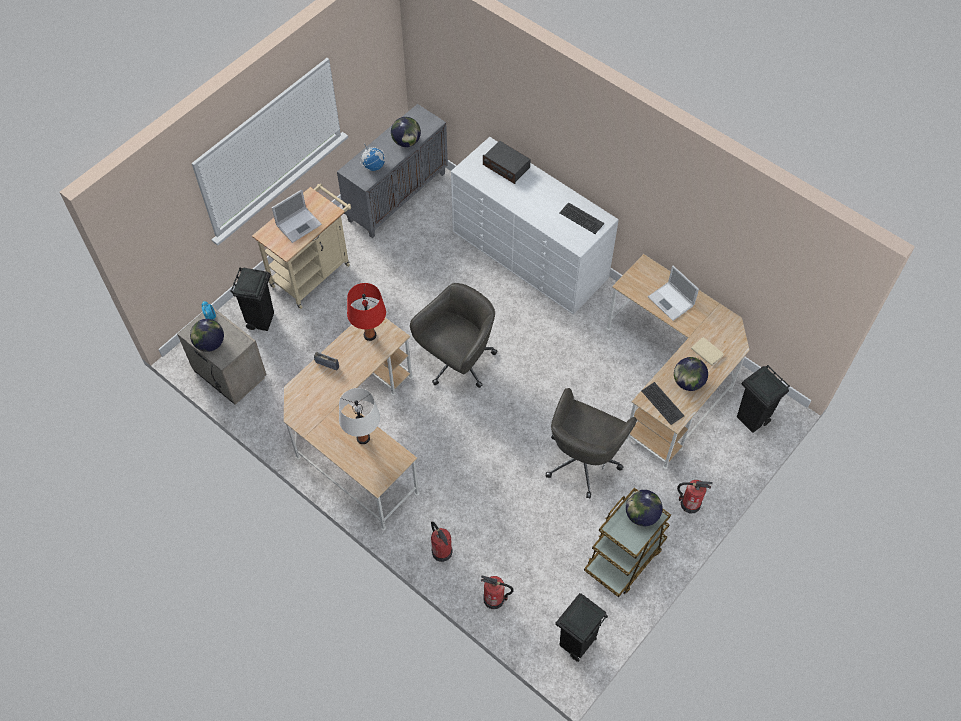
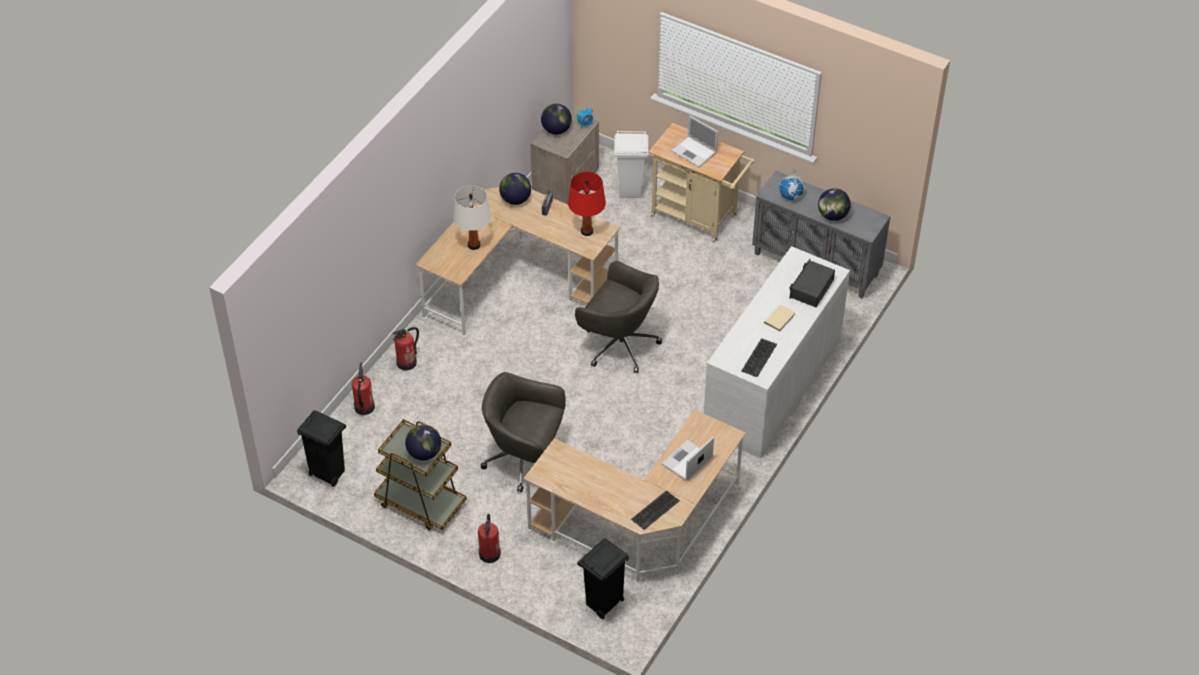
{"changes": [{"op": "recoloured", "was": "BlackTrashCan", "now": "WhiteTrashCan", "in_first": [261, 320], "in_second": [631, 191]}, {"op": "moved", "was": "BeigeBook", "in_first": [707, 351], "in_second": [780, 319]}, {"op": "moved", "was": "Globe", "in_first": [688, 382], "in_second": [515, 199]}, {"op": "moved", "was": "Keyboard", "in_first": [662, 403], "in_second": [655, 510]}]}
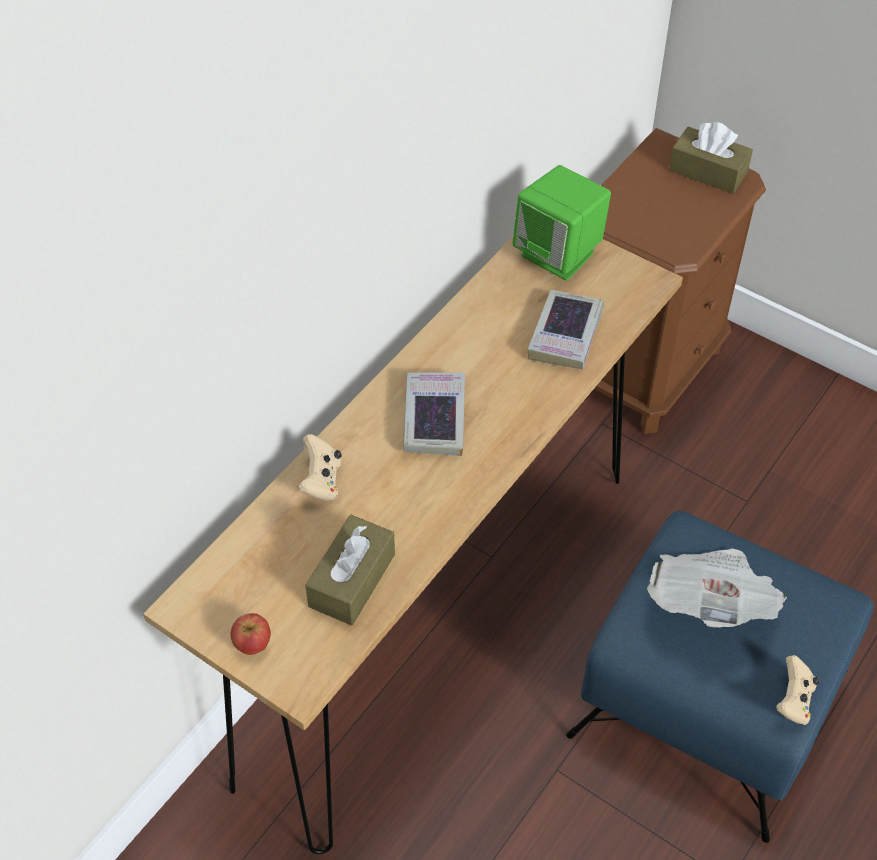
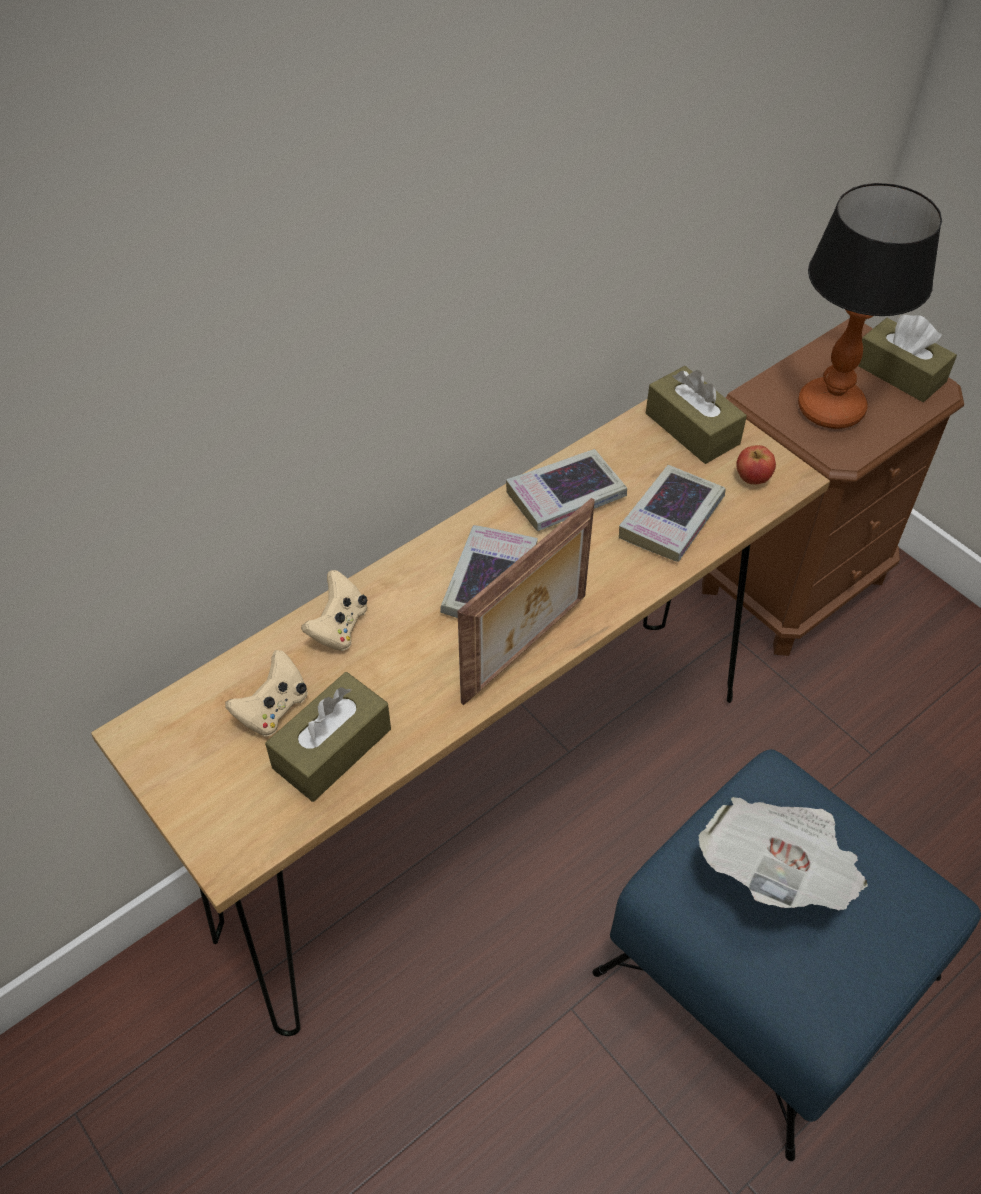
{"changes": [{"op": "replaced", "was": "GreenSpeaker", "now": "BrownTissueBox", "in_first": [559, 254], "in_second": [692, 428]}, {"op": "moved", "was": "Apple", "in_first": [253, 644], "in_second": [753, 478]}, {"op": "moved", "was": "BeigeGameController", "in_first": [793, 701], "in_second": [273, 709]}, {"op": "added", "now": "TableLamp", "in_second": [829, 408]}, {"op": "added", "now": "Book", "in_second": [565, 496]}, {"op": "added", "now": "PictureFrame", "in_second": [527, 649]}]}
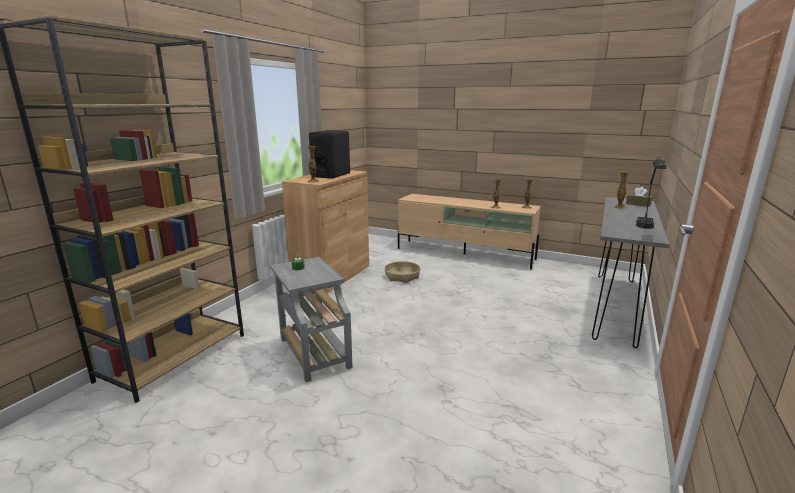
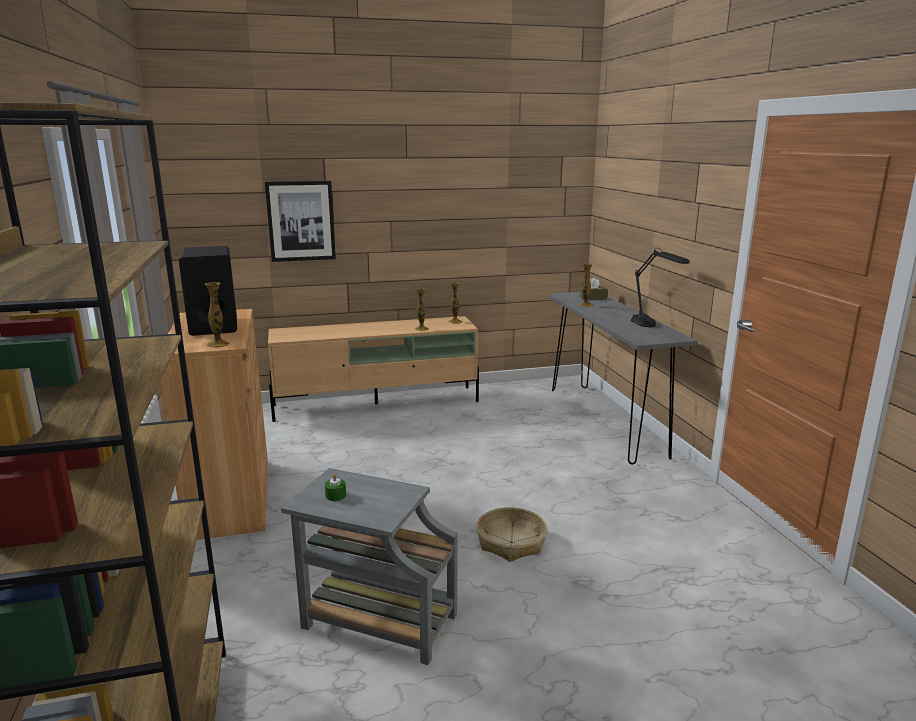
{"changes": [{"op": "moved", "was": "Basket", "in_first": [402, 276], "in_second": [511, 542]}, {"op": "added", "now": "Picture", "in_second": [301, 221]}]}
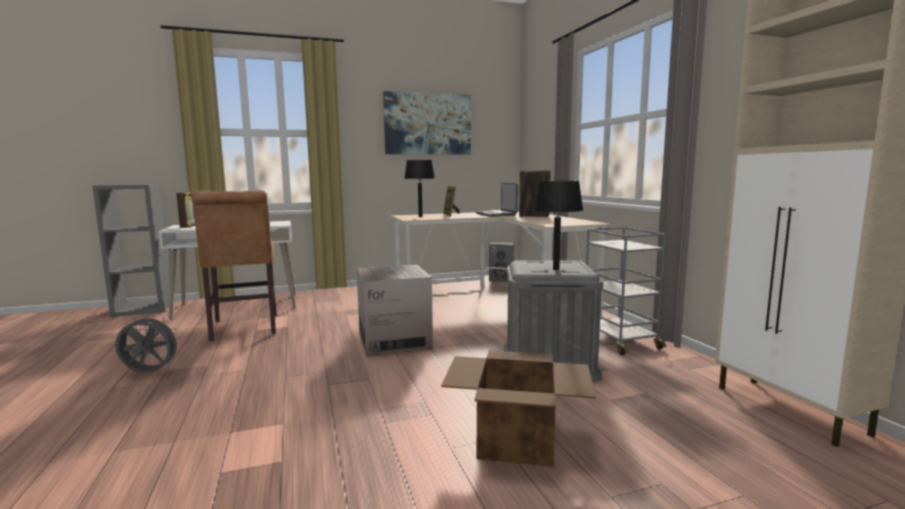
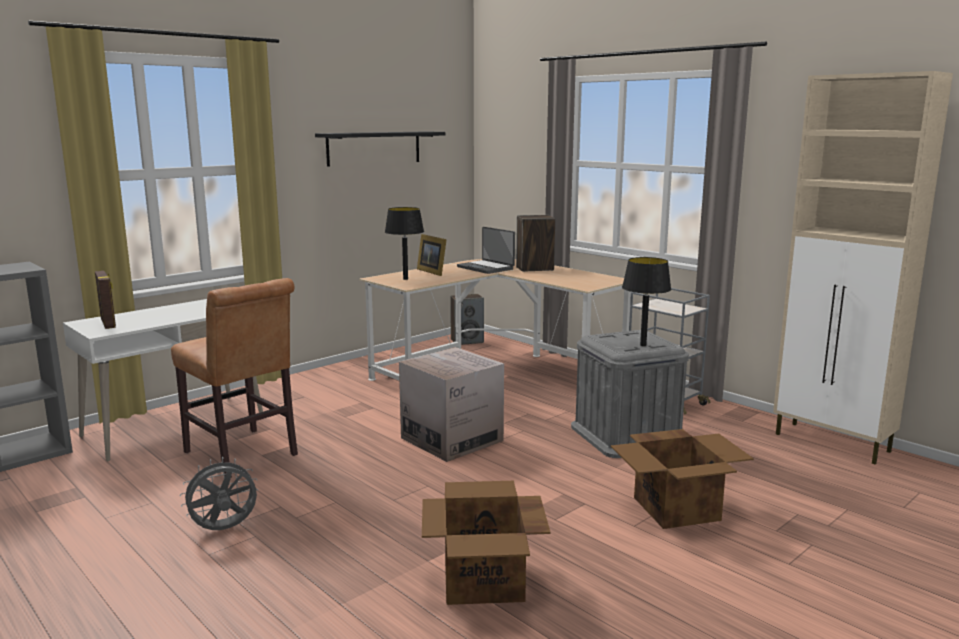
{"changes": [{"op": "replaced", "was": "Picture", "now": "BlackShelf", "in_first": [428, 124], "in_second": [374, 148]}, {"op": "added", "now": "CardboardBox", "in_second": [483, 581]}]}
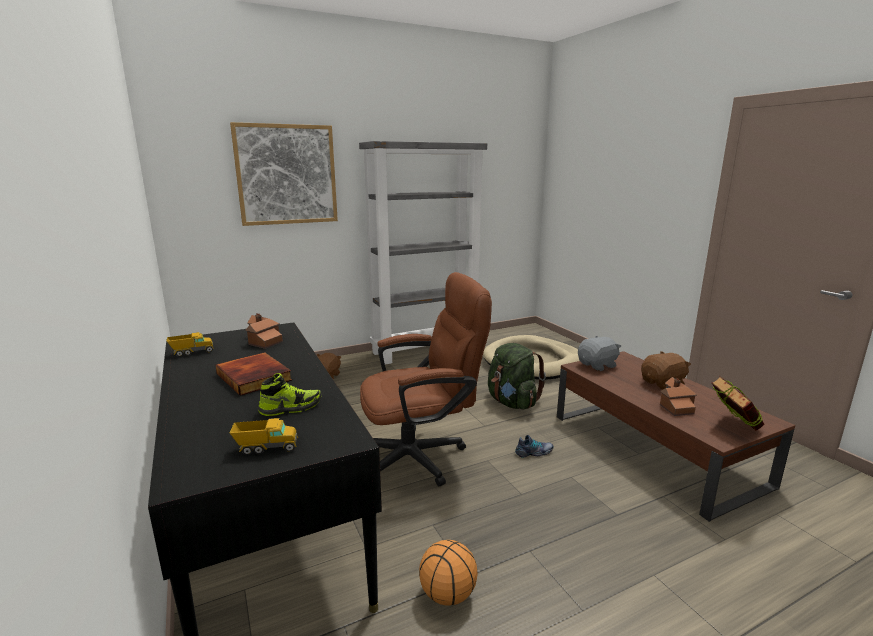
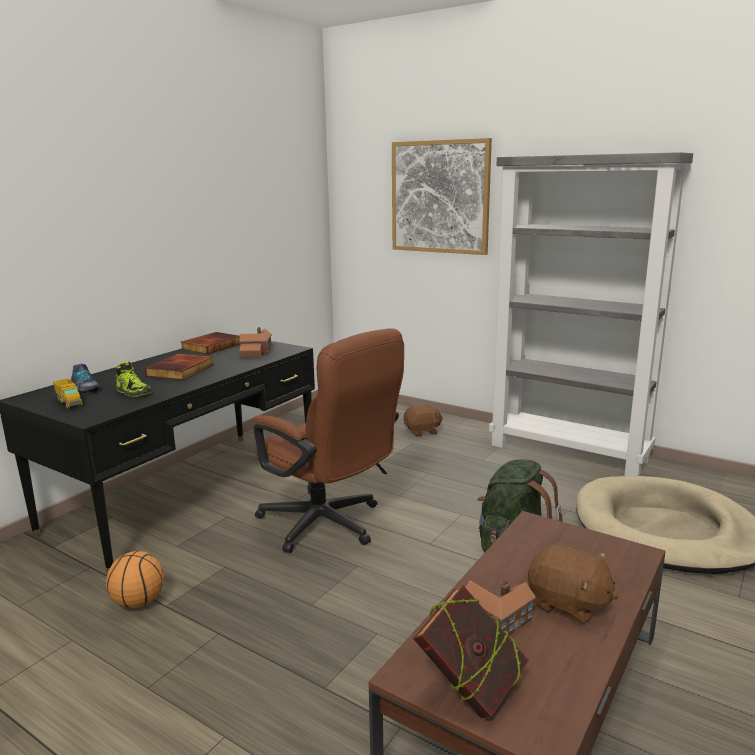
{"changes": [{"op": "replaced", "was": "ToyTruck", "now": "Book", "in_first": [192, 353], "in_second": [211, 346]}, {"op": "removed", "was": "GreyPlushToy", "in_first": [597, 365]}, {"op": "moved", "was": "Shoe", "in_first": [534, 452], "in_second": [85, 388]}]}
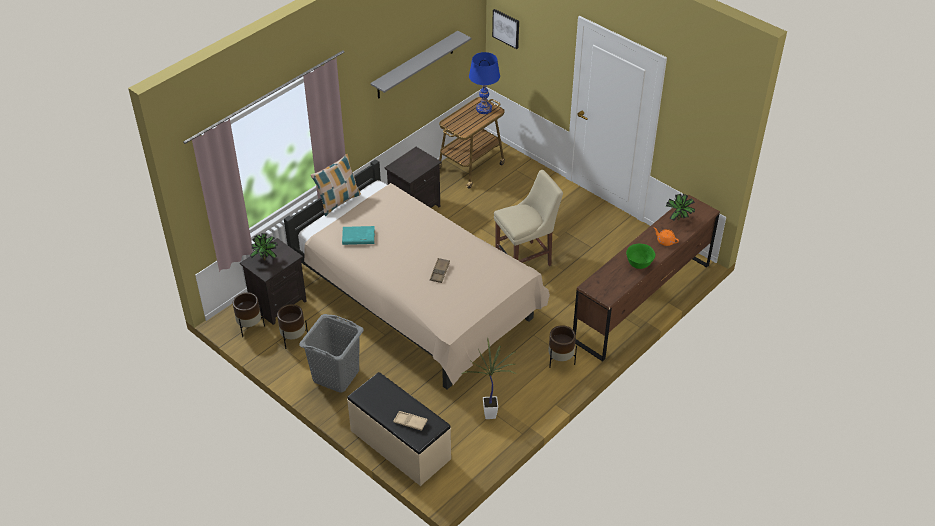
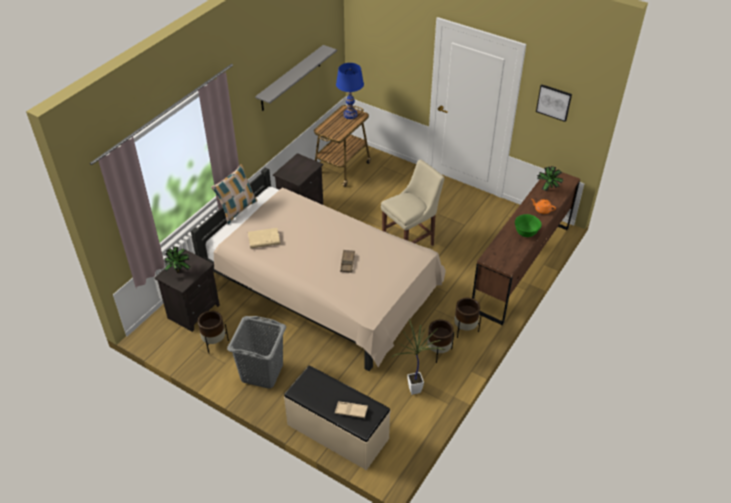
{"changes": [{"op": "moved", "was": "Picture", "in_first": [506, 28], "in_second": [554, 102]}, {"op": "recoloured", "was": "TurquoiseBook", "now": "BeigeBook", "in_first": [358, 237], "in_second": [263, 240]}, {"op": "moved", "was": "BrownPlanter", "in_first": [250, 327], "in_second": [438, 352]}]}
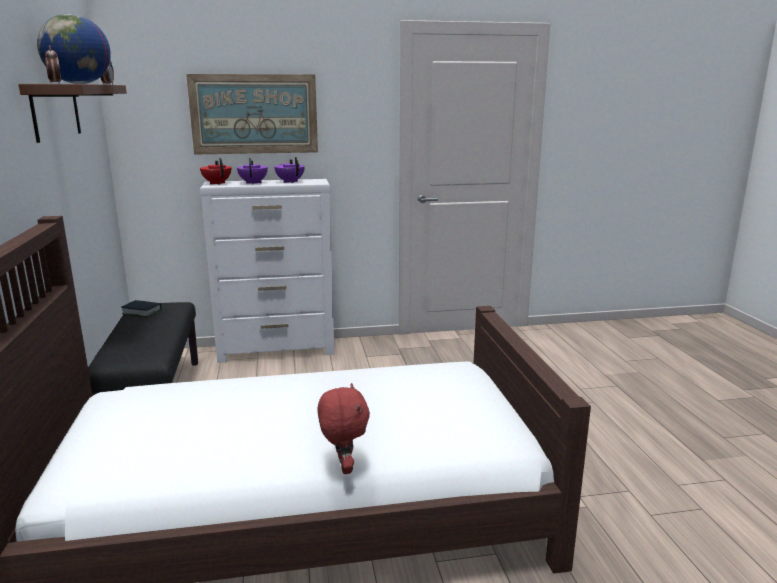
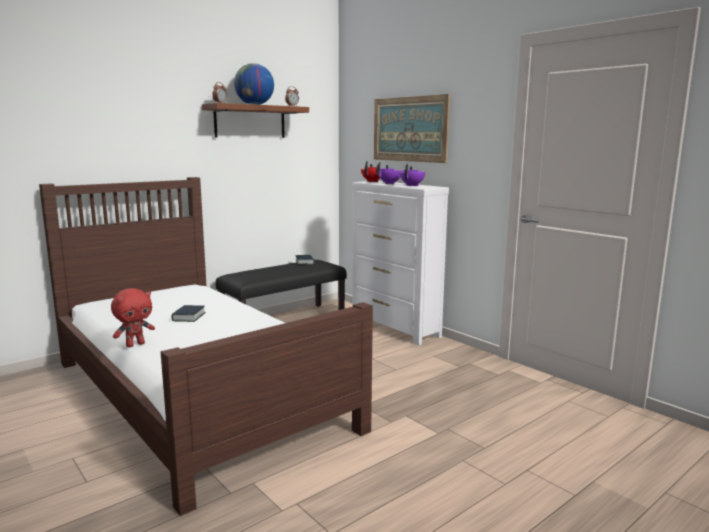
{"changes": [{"op": "added", "now": "Book", "in_second": [189, 317]}]}
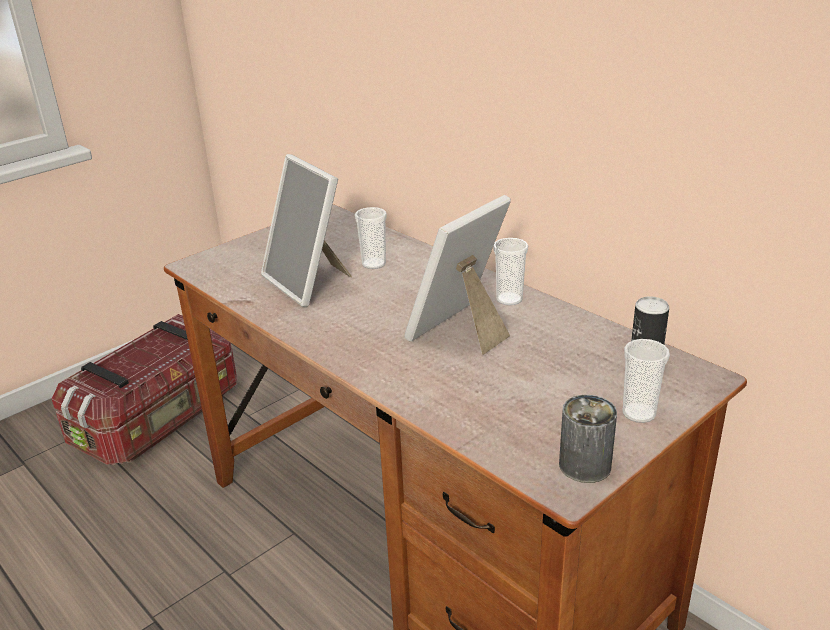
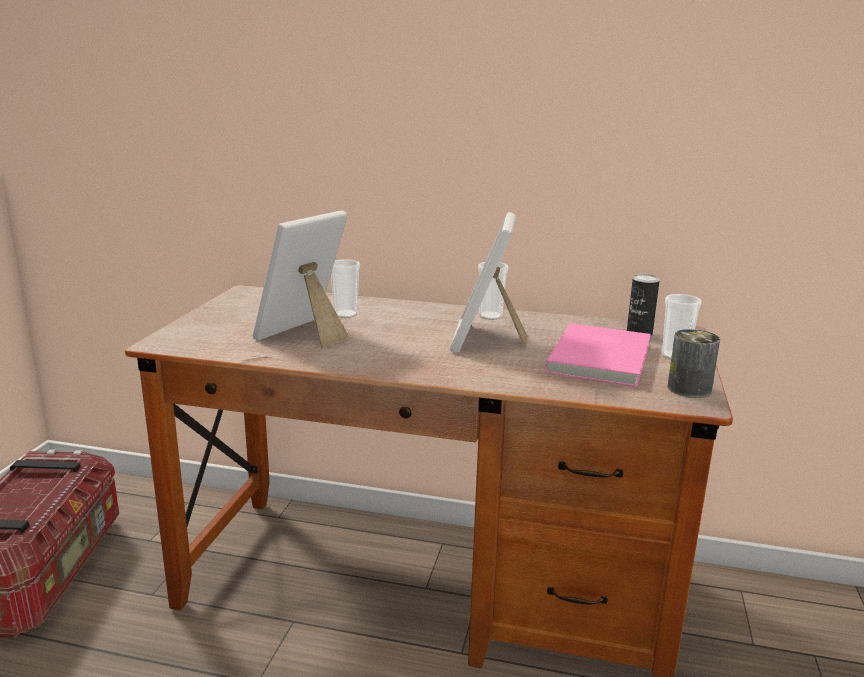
{"changes": [{"op": "turned", "was": "PictureFrame", "in_first": [309, 283], "in_second": [306, 335], "clockwise": 105}, {"op": "added", "now": "PinkBook", "in_second": [603, 358]}]}
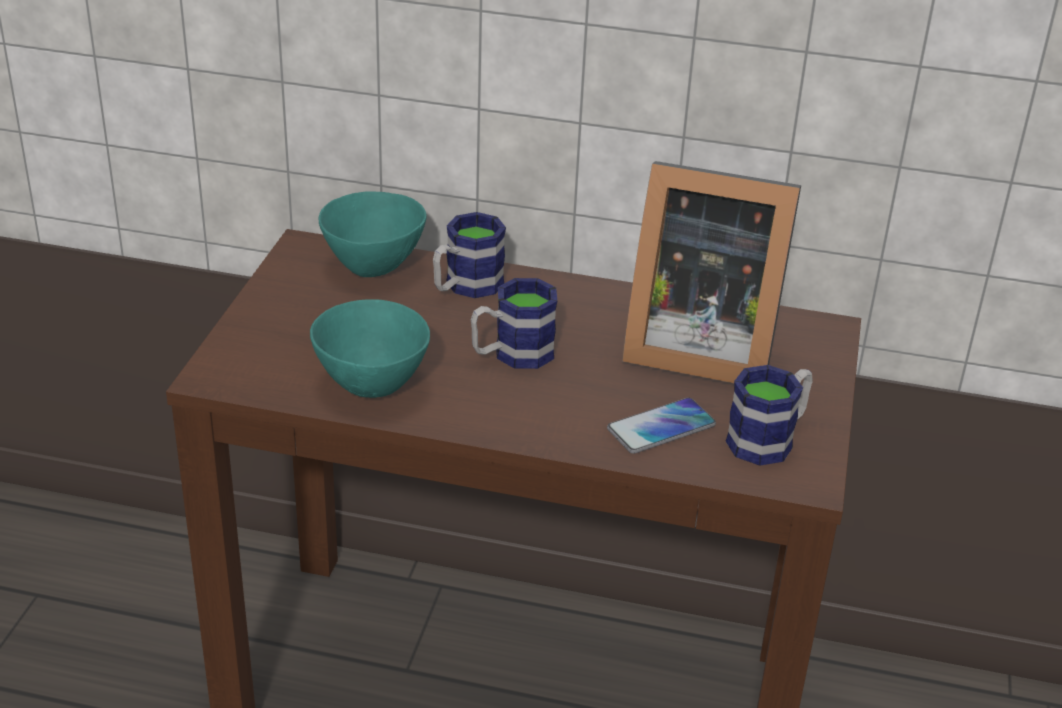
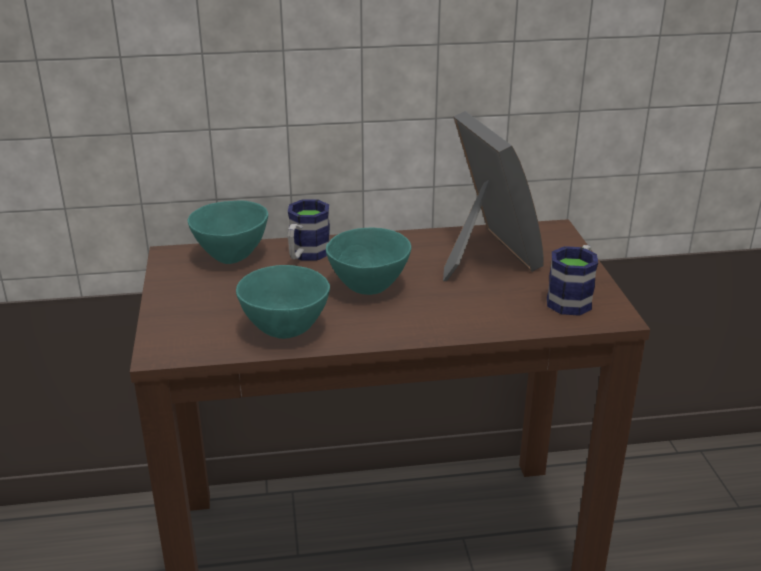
{"changes": [{"op": "turned", "was": "PictureFrame", "in_first": [697, 346], "in_second": [484, 256], "clockwise": -105}, {"op": "replaced", "was": "Mug", "now": "TurquoiseBowl", "in_first": [512, 354], "in_second": [369, 288]}, {"op": "removed", "was": "Phone", "in_first": [661, 427]}]}
